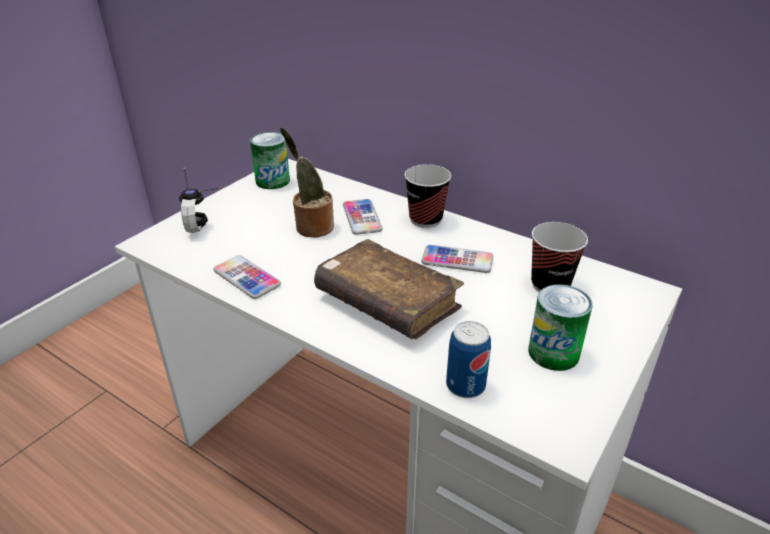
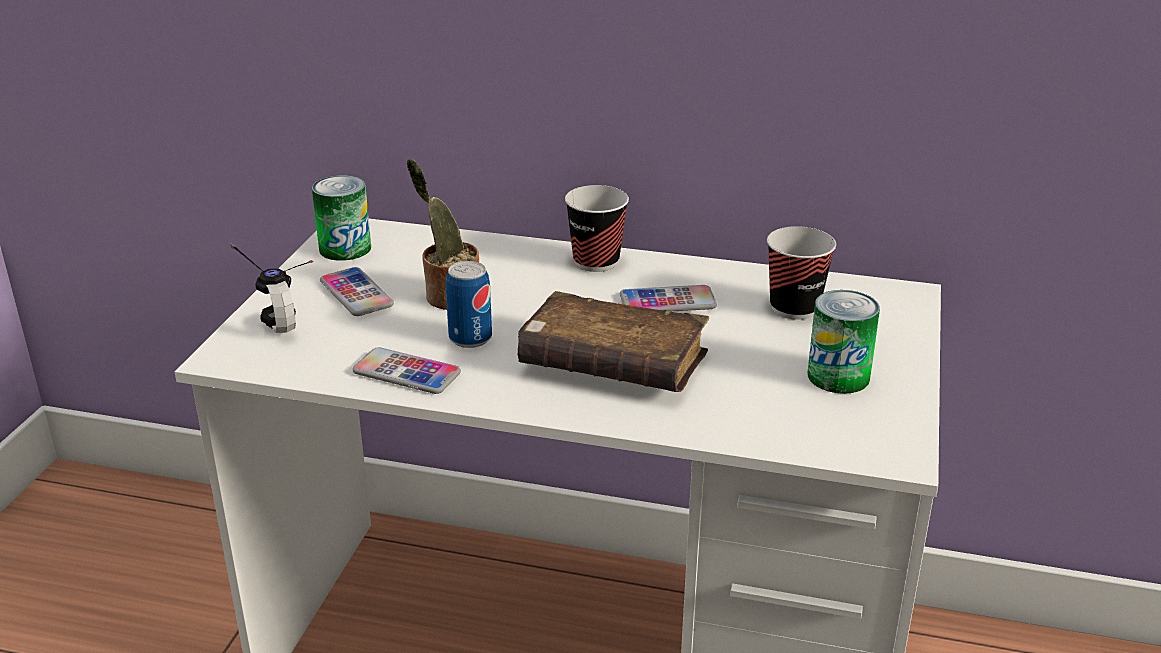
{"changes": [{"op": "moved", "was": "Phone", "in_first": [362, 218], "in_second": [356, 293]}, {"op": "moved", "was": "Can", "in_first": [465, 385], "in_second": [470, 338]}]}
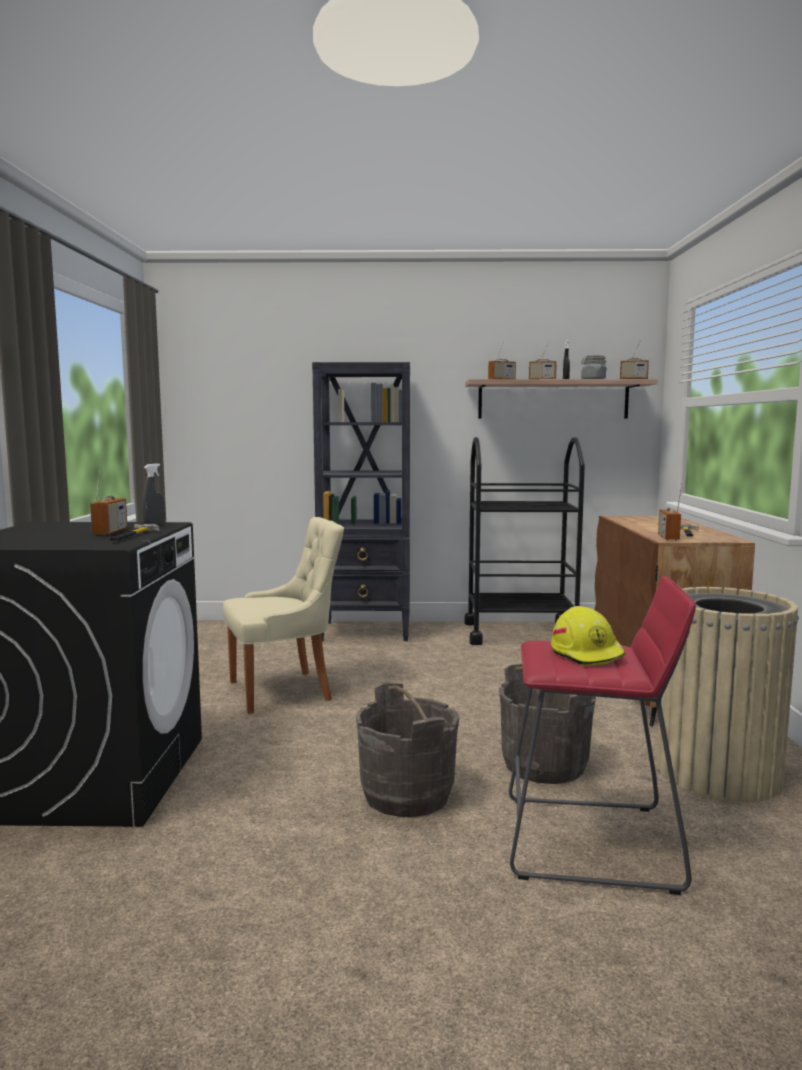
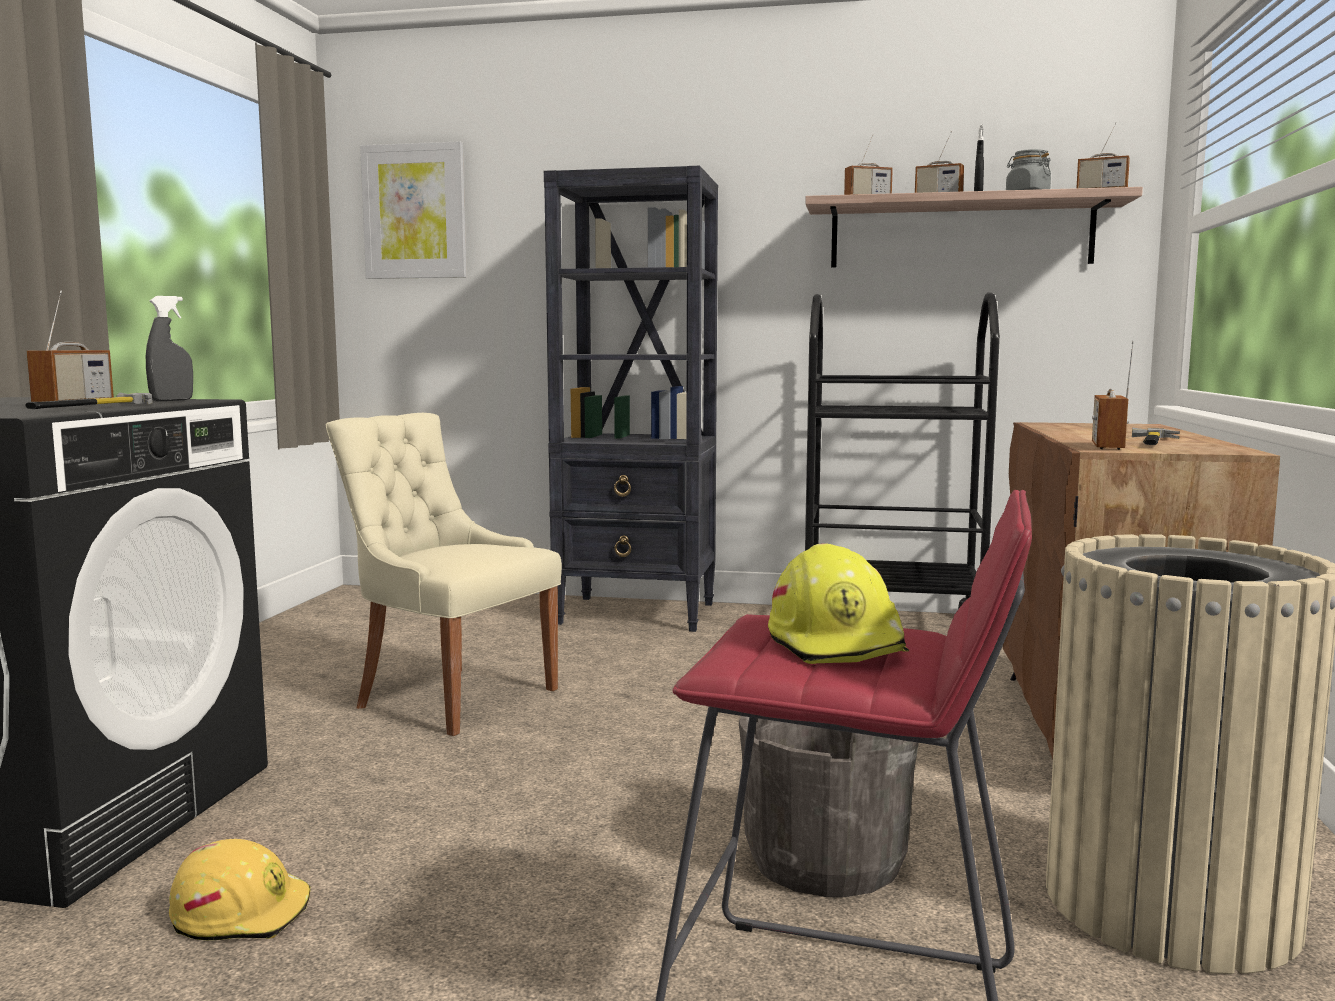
{"changes": [{"op": "turned", "was": "BeigeChair", "in_first": [284, 690], "in_second": [451, 697], "clockwise": -135}, {"op": "removed", "was": "GreyBucket", "in_first": [406, 795]}, {"op": "added", "now": "Picture", "in_second": [414, 212]}, {"op": "added", "now": "YellowHardHat", "in_second": [242, 913]}]}
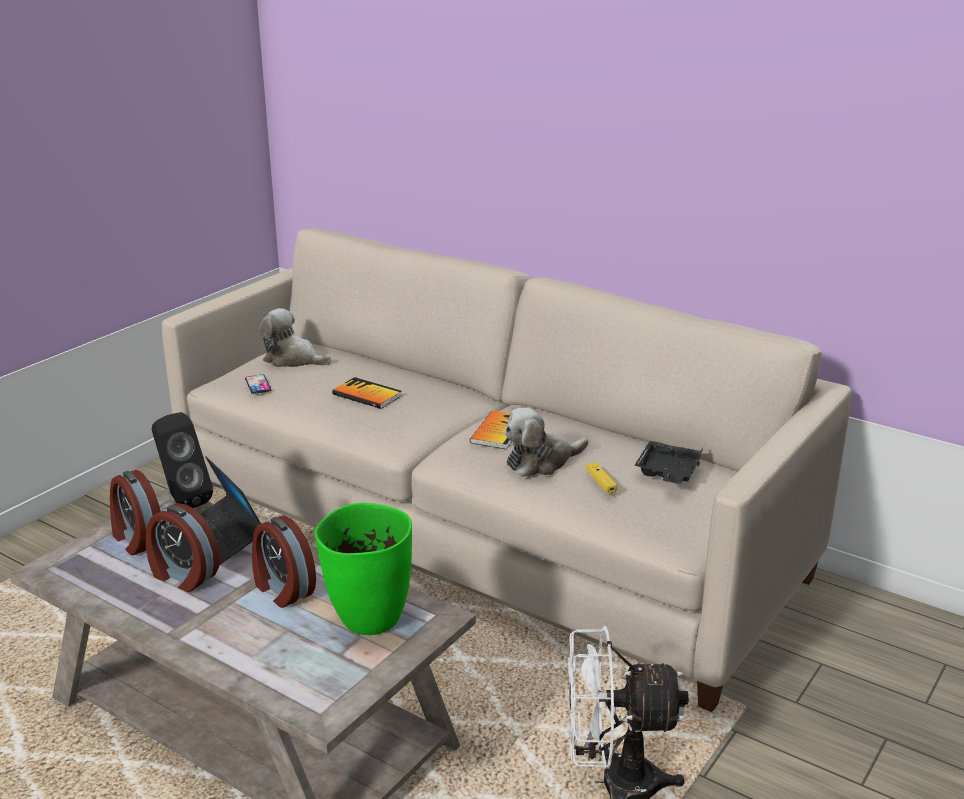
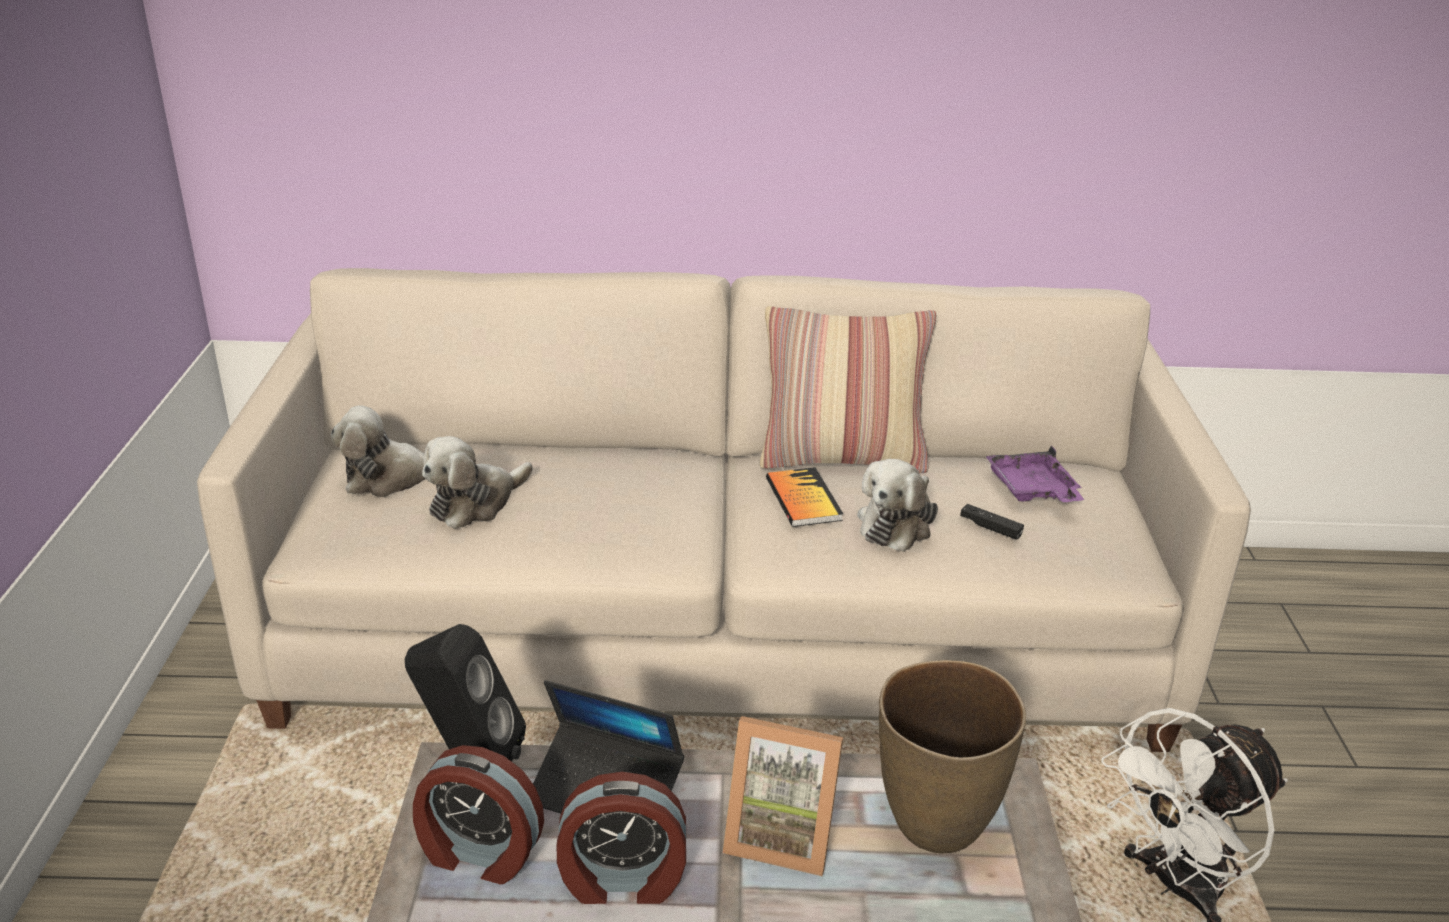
{"changes": [{"op": "removed", "was": "Phone", "in_first": [258, 384]}, {"op": "removed", "was": "Book", "in_first": [367, 395]}, {"op": "recoloured", "was": "BlackTray", "now": "PurpleTray", "in_first": [667, 473], "in_second": [1032, 490]}, {"op": "recoloured", "was": "YellowGameController", "now": "BlackGameController", "in_first": [601, 483], "in_second": [990, 528]}, {"op": "recoloured", "was": "GreenVase", "now": "BrownVase", "in_first": [368, 619], "in_second": [935, 825]}, {"op": "replaced", "was": "AlarmClock", "now": "PictureFrame", "in_first": [282, 589], "in_second": [781, 835]}, {"op": "added", "now": "Pillow", "in_second": [841, 458]}, {"op": "added", "now": "PlushToy", "in_second": [475, 503]}]}
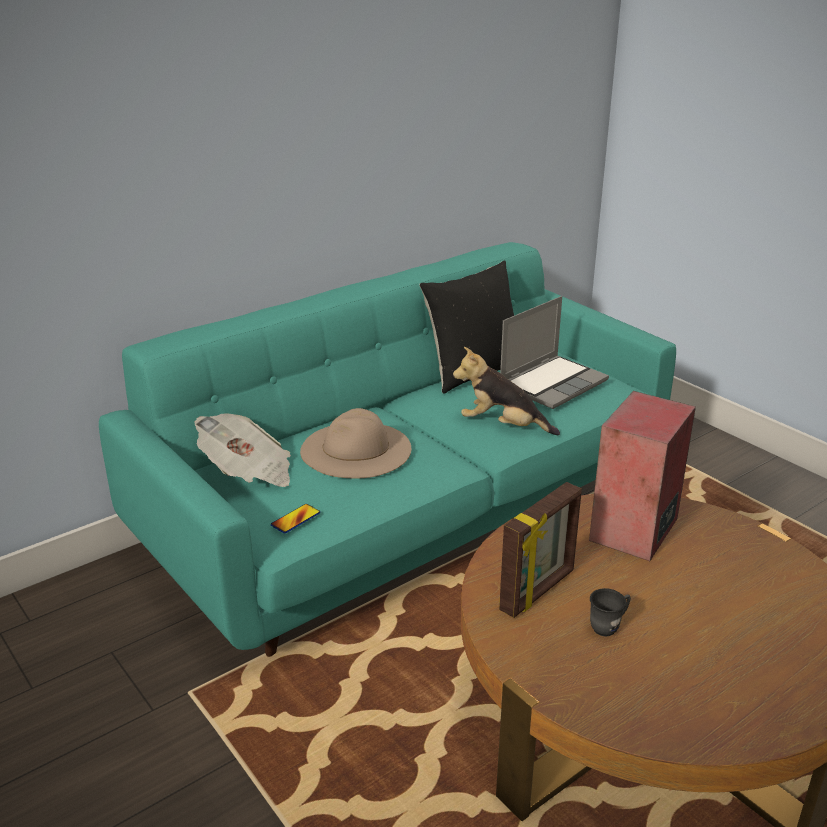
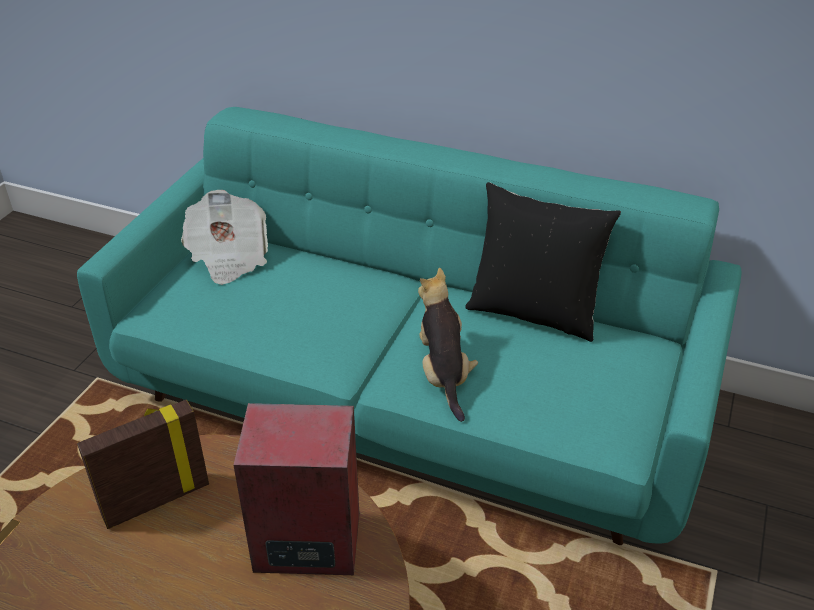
{"changes": [{"op": "removed", "was": "Laptop", "in_first": [553, 383]}, {"op": "removed", "was": "BeigeHat", "in_first": [356, 449]}, {"op": "turned", "was": "PictureFrame", "in_first": [538, 591], "in_second": [155, 499], "clockwise": 135}, {"op": "removed", "was": "Phone", "in_first": [295, 519]}, {"op": "removed", "was": "GreyMug", "in_first": [609, 626]}]}
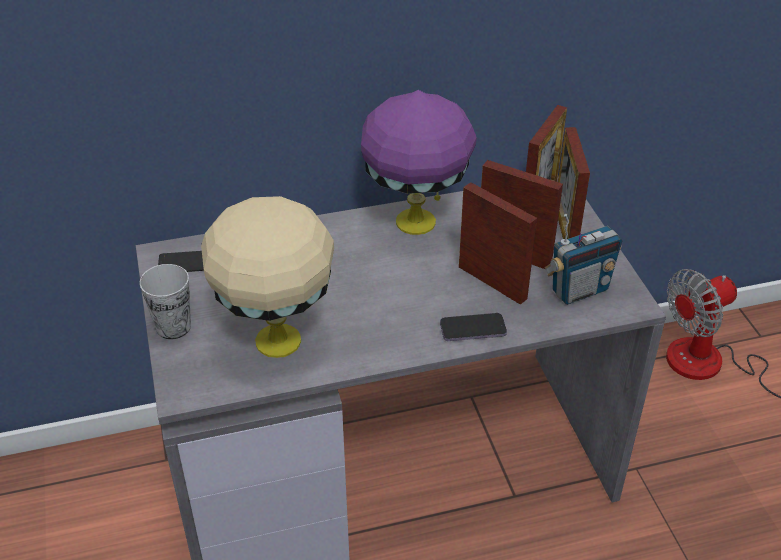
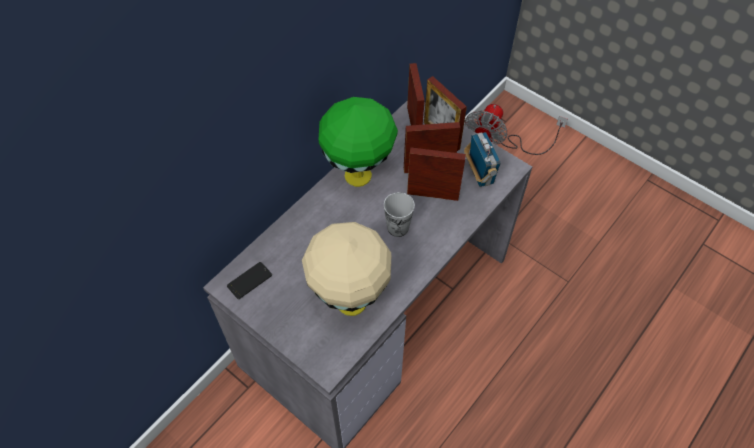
{"changes": [{"op": "recoloured", "was": "PurpleTableLamp", "now": "GreenTableLamp", "in_first": [416, 223], "in_second": [359, 177]}, {"op": "turned", "was": "Radio", "in_first": [579, 290], "in_second": [479, 174], "clockwise": -45}, {"op": "moved", "was": "Cup", "in_first": [173, 327], "in_second": [398, 227]}, {"op": "removed", "was": "Phone", "in_first": [472, 329]}]}
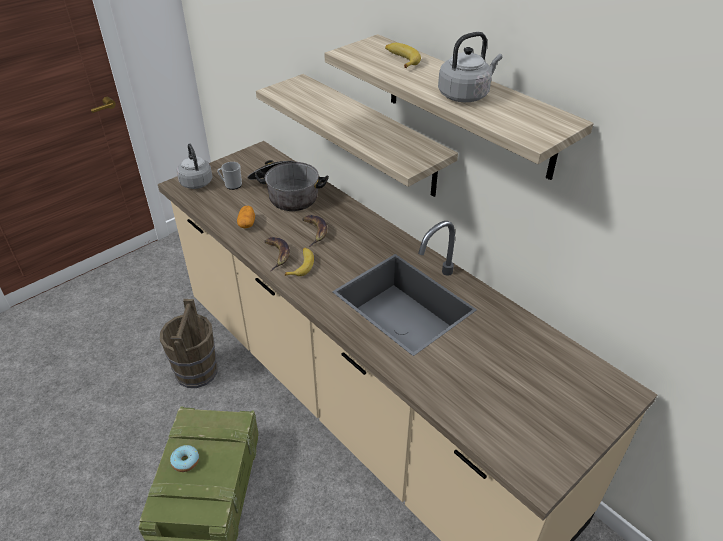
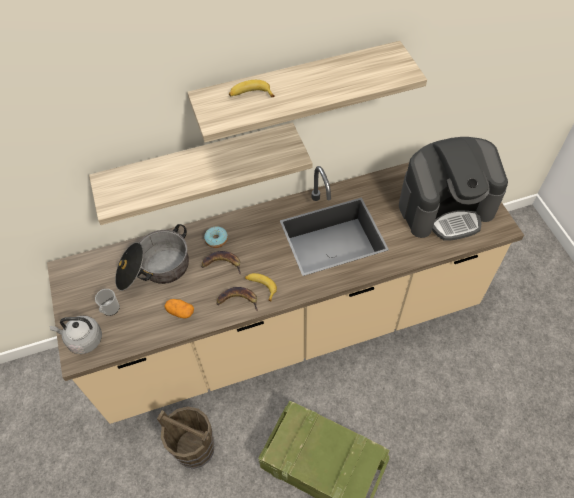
{"changes": [{"op": "removed", "was": "GreyKettle", "in_first": [465, 95]}, {"op": "moved", "was": "Donut", "in_first": [185, 461], "in_second": [216, 239]}, {"op": "added", "now": "CoffeeMachine", "in_second": [446, 208]}]}
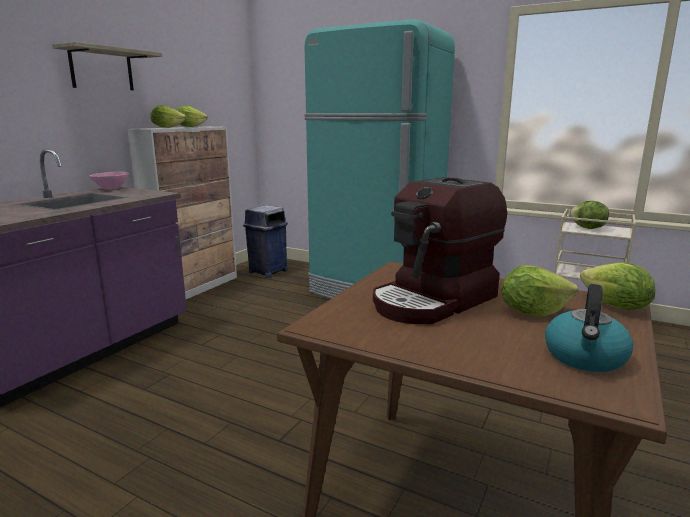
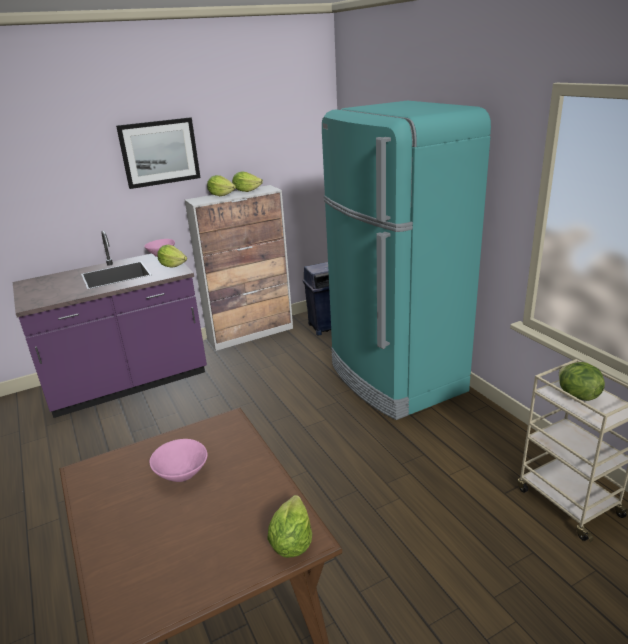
{"changes": [{"op": "replaced", "was": "Shelf", "now": "Picture", "in_first": [102, 69], "in_second": [159, 152]}, {"op": "replaced", "was": "CoffeeMachine", "now": "PinkBowl", "in_first": [434, 301], "in_second": [182, 475]}, {"op": "moved", "was": "Lettuce", "in_first": [532, 312], "in_second": [173, 265]}, {"op": "removed", "was": "Kettle", "in_first": [585, 357]}]}
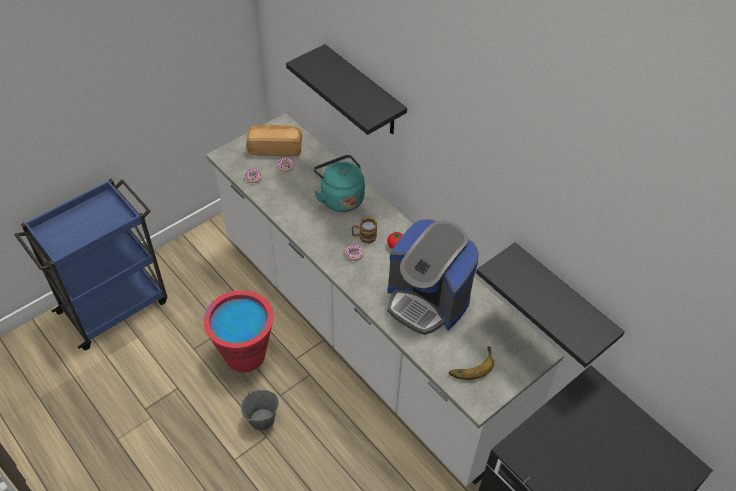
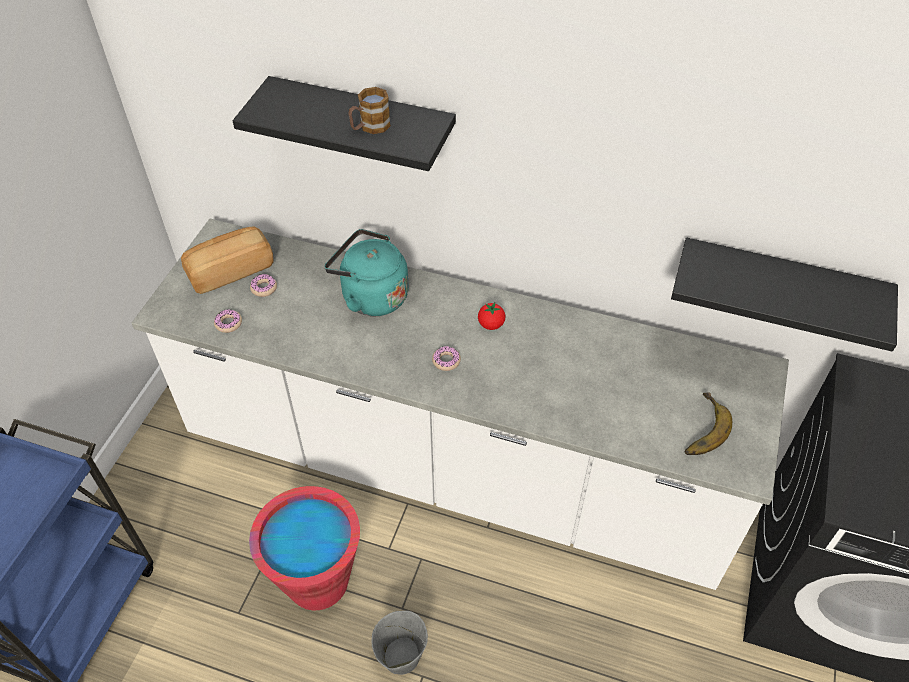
{"changes": [{"op": "moved", "was": "Mug", "in_first": [364, 237], "in_second": [369, 127]}, {"op": "removed", "was": "CoffeeMachine", "in_first": [427, 300]}]}
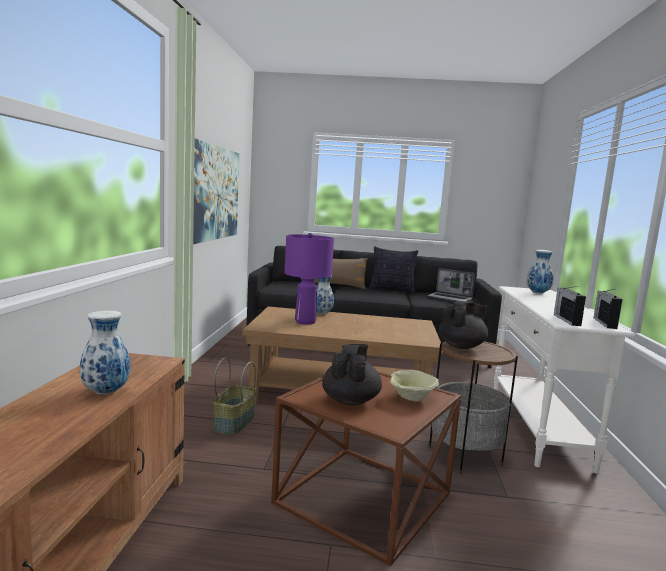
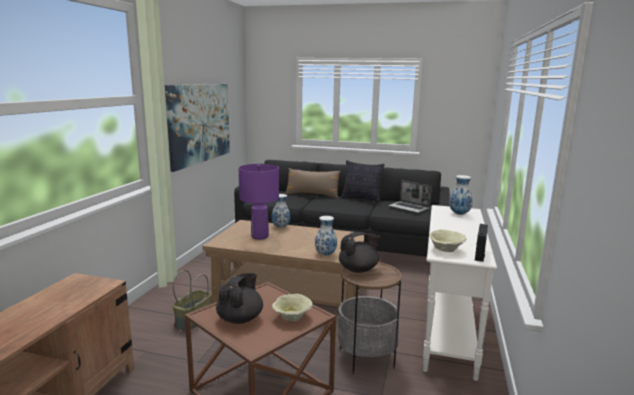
{"changes": [{"op": "replaced", "was": "Radio", "now": "BeigeBowl", "in_first": [566, 320], "in_second": [446, 250]}, {"op": "moved", "was": "Vase", "in_first": [106, 392], "in_second": [326, 255]}]}
